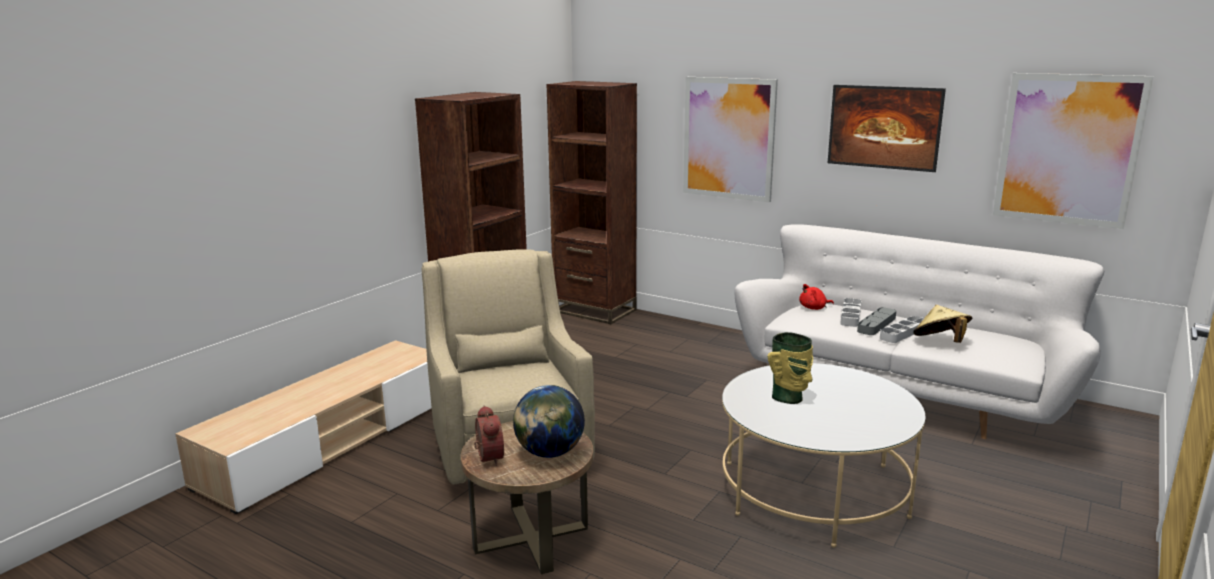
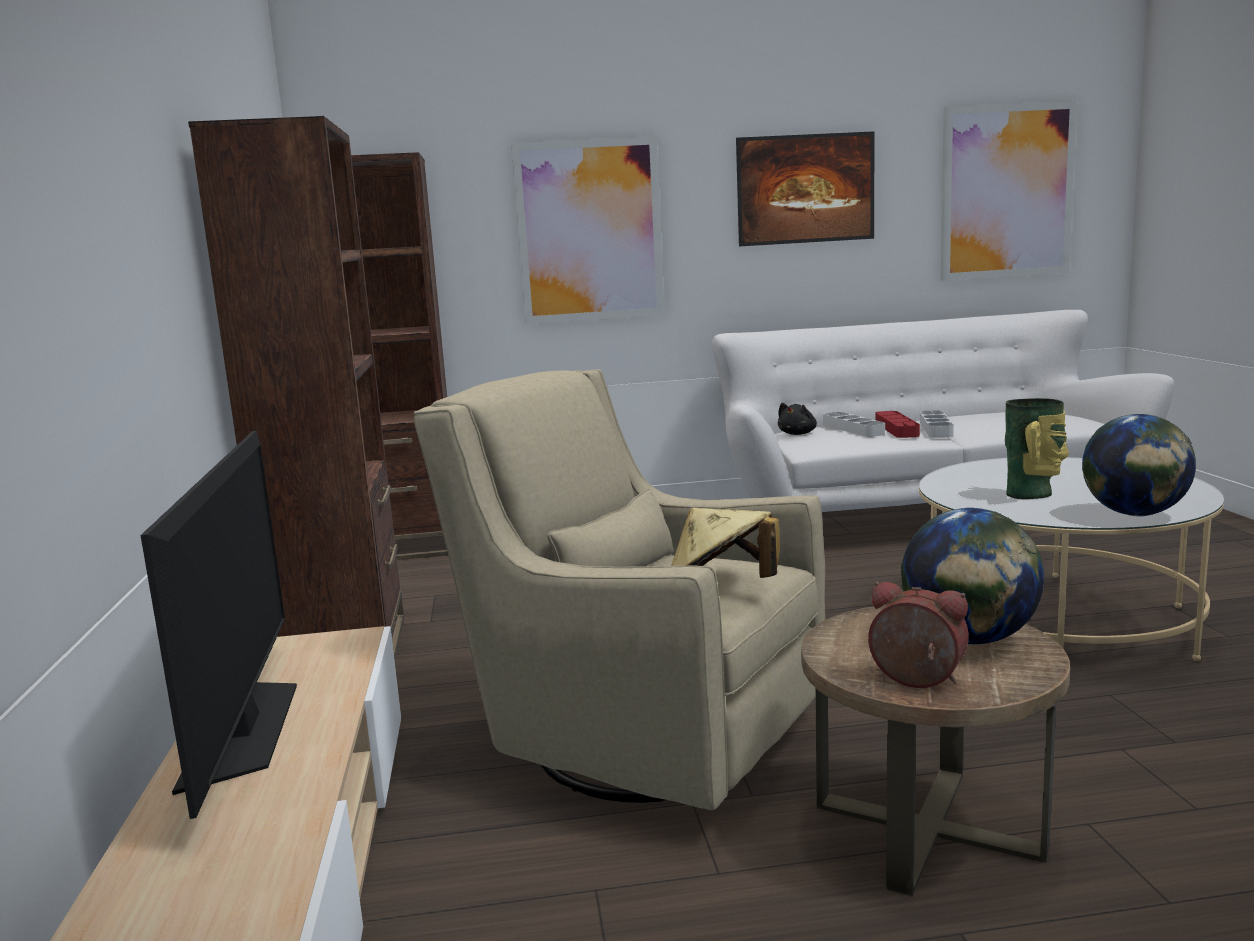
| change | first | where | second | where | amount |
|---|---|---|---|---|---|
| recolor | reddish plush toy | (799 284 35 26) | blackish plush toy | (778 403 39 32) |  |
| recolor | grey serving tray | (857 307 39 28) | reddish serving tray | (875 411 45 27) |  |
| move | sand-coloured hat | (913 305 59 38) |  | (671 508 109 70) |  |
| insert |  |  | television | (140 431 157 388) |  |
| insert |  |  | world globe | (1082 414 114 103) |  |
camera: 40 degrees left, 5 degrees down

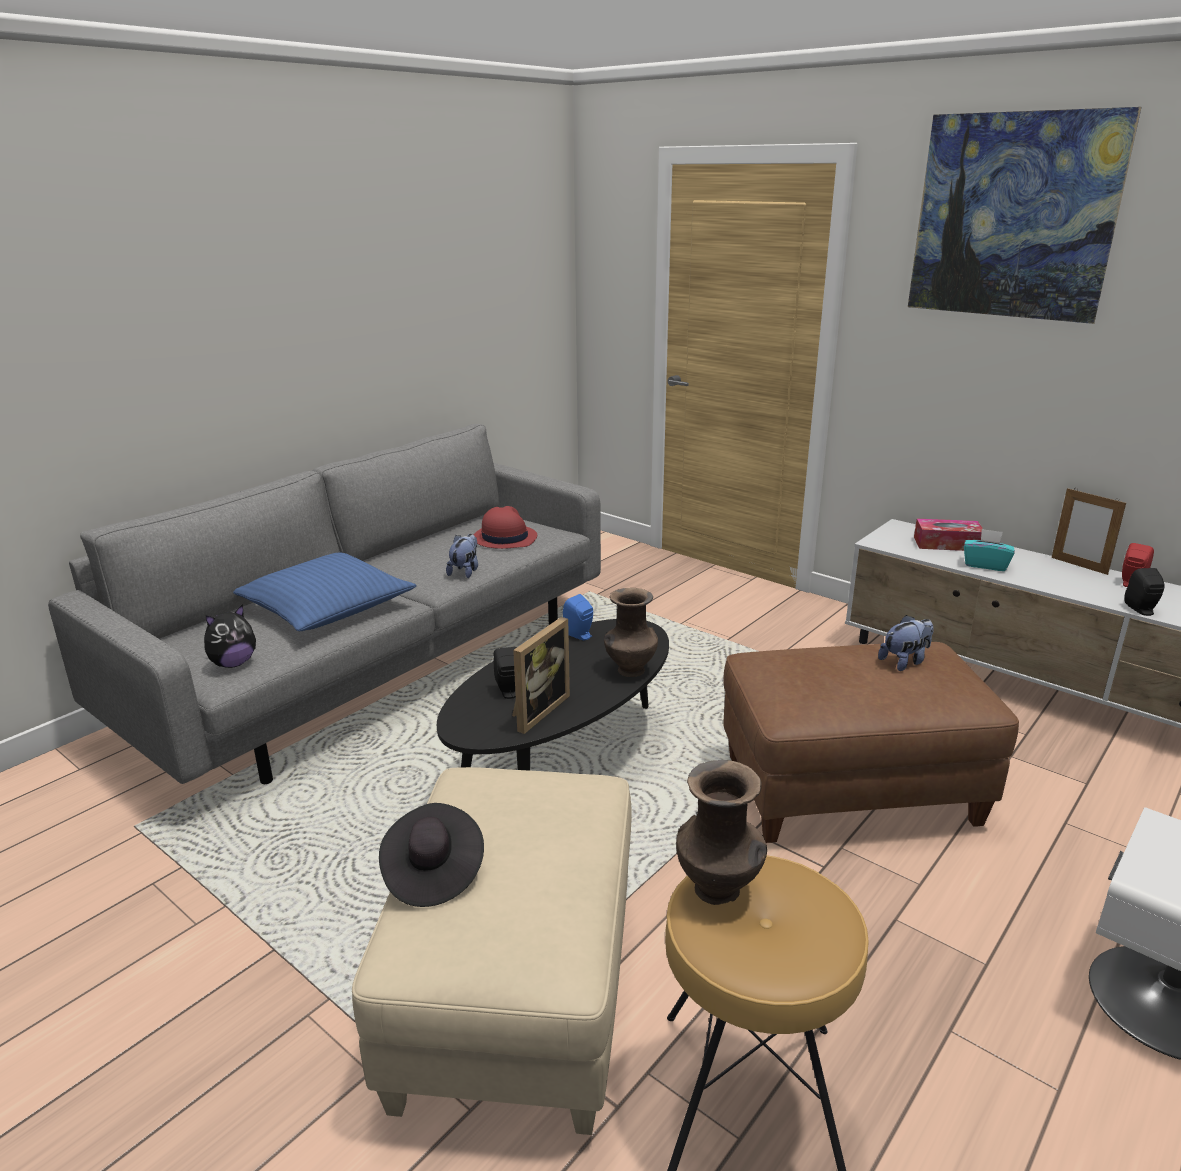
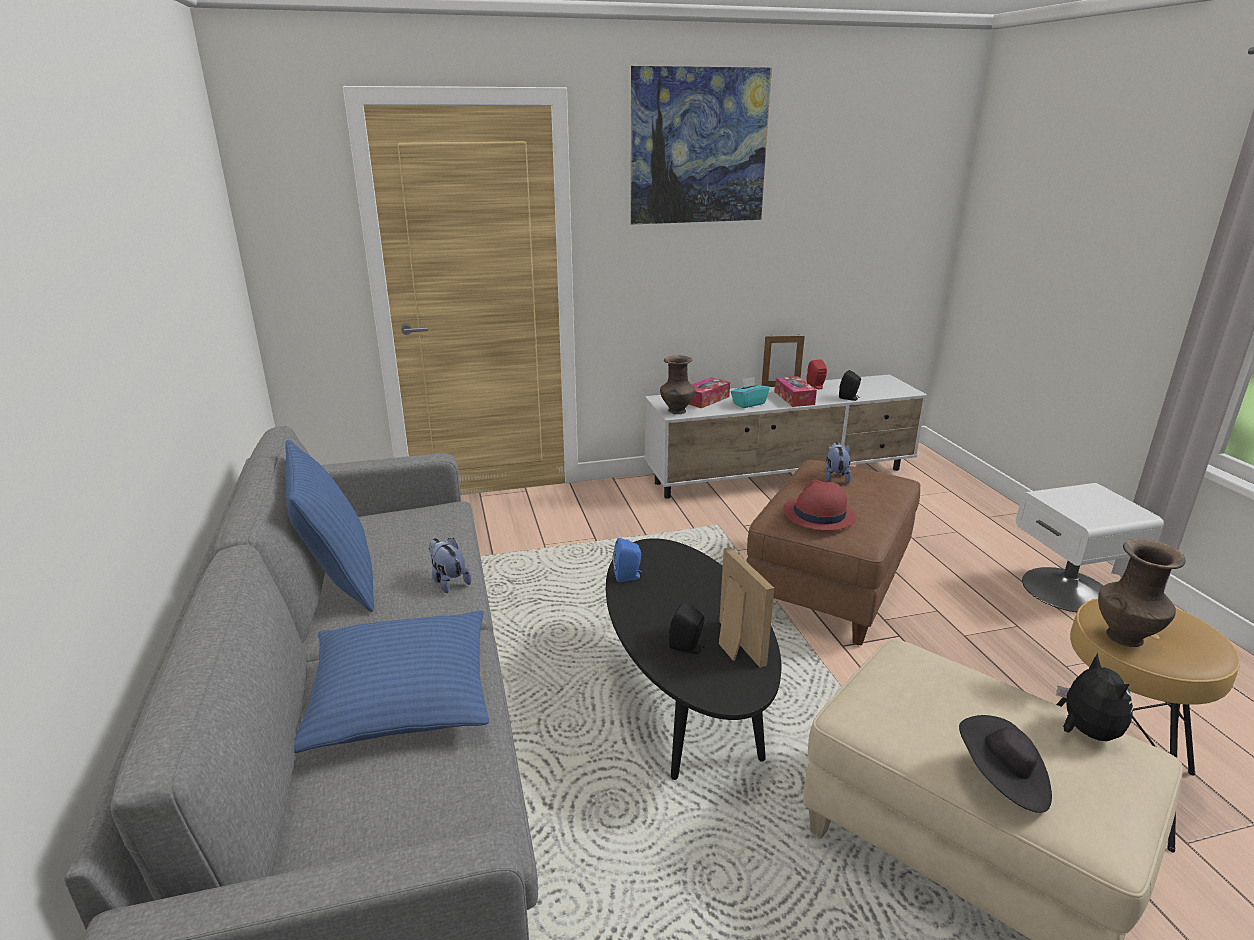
| change | first | where | second | where | amount |
|---|---|---|---|---|---|
| move | plush toy | (204 604 52 64) |  | (1056 653 77 88) |  |
| move | reddish hat | (474 506 63 43) |  | (783 480 73 50) |  |
| move | brown-coloured flower vase | (604 588 54 89) |  | (660 356 36 58) |  |
| insert |  |  | bluish pillow | (285 440 89 172) |  |
| insert |  |  | box of tissues | (774 376 43 31) |  |
camera: 55 degrees left, 0 degrees up

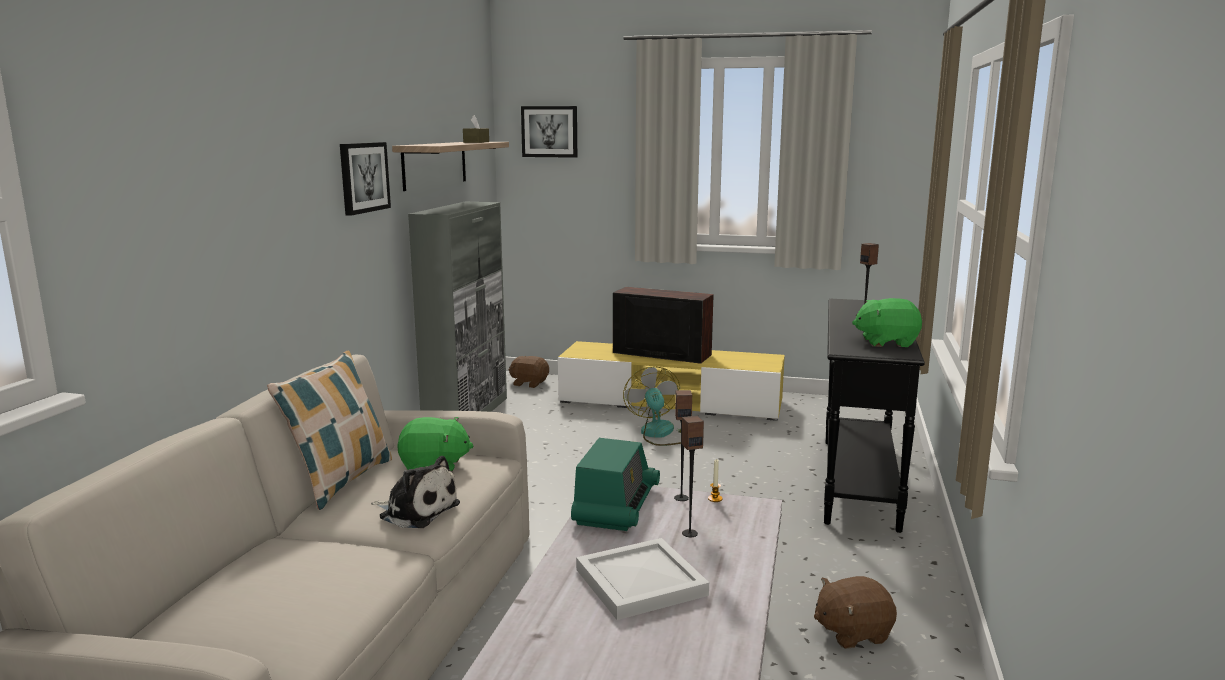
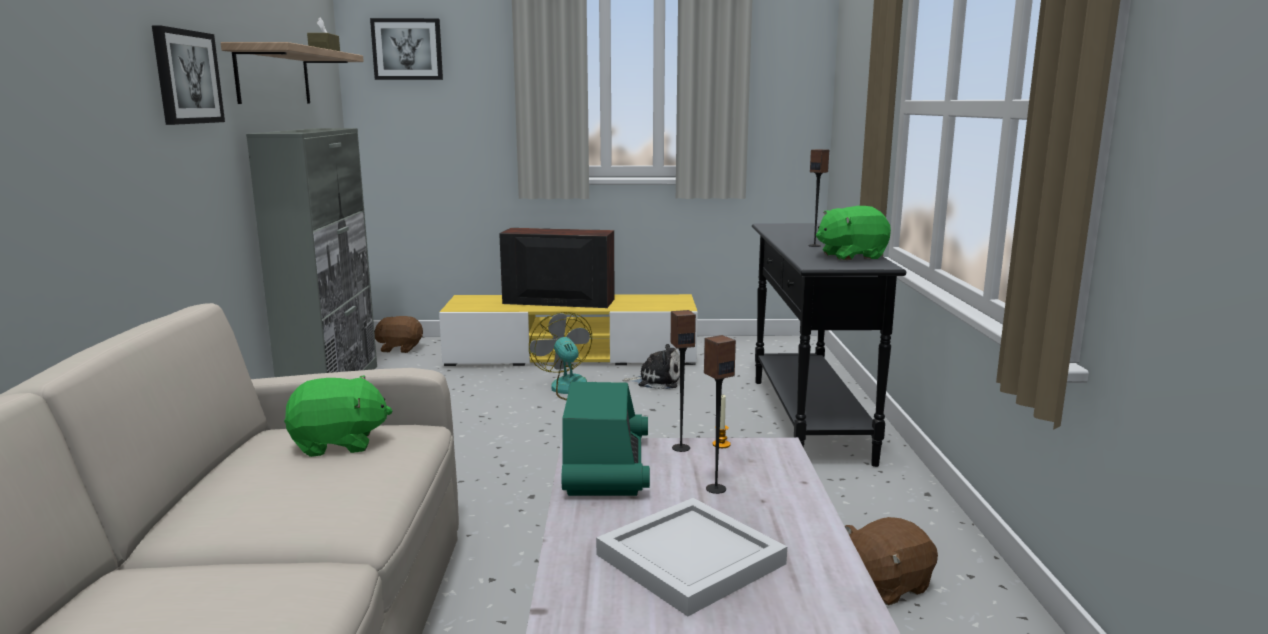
| change | first | where | second | where | amount |
|---|---|---|---|---|---|
| delete | pillow | (267 351 125 159) |  |  |  |
| move | plush toy | (371 456 89 72) |  | (622 344 58 45) |  |
camera: 15 degrees left, 0 degrees up

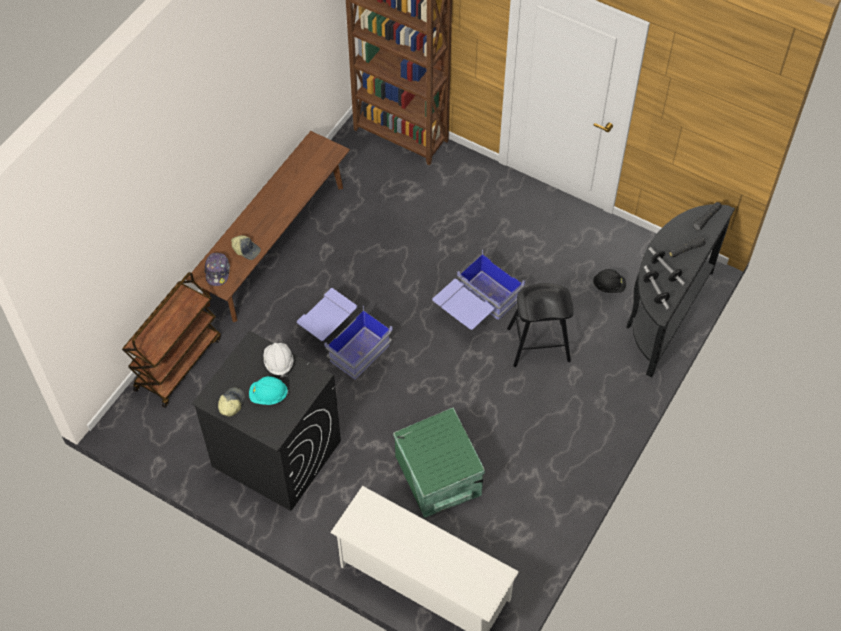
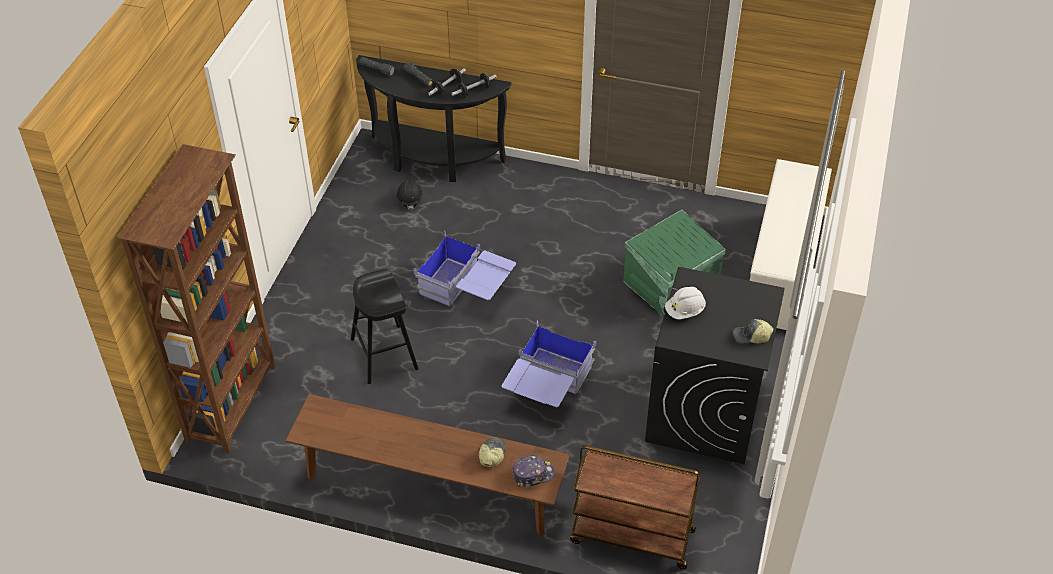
| change | first | where | second | where | amount |
|---|---|---|---|---|---|
| delete | turquoise hard hat | (249 376 39 29) |  |  |  |
| move | blackish sitting stool | (507 283 67 84) |  | (351 269 68 115) |  |
camera: 105 degrees left, 10 degrees down

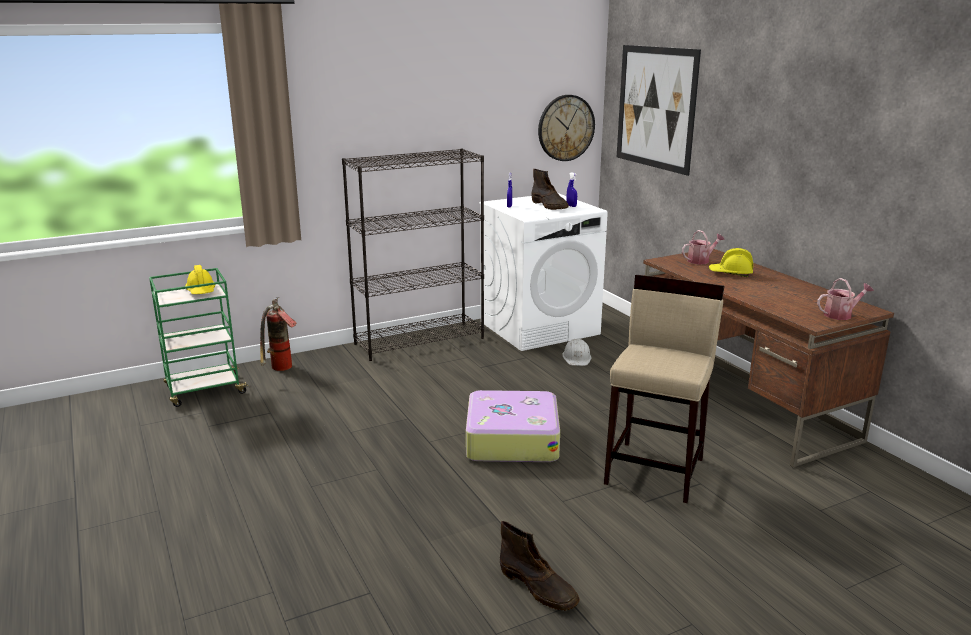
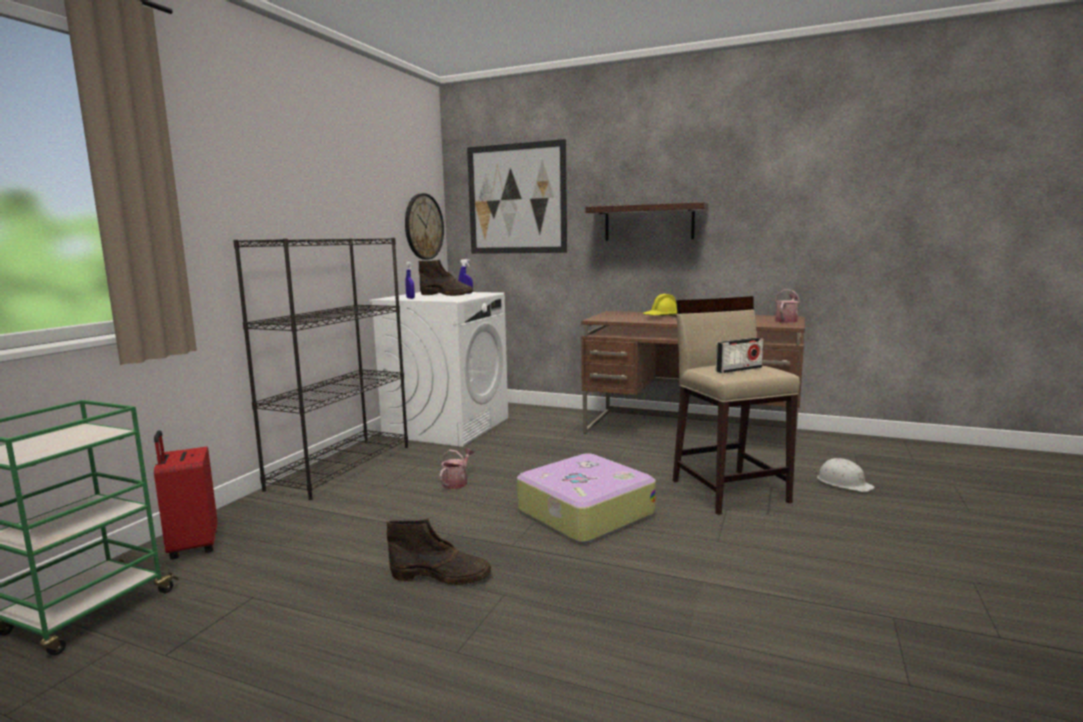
| change | first | where | second | where | amount |
|---|---|---|---|---|---|
| delete | yellowish hard hat | (185 265 30 29) |  |  |  |
| replace | fire-fighting cylinder | (260 297 37 74) | reddish travel case | (154 430 63 129) |  |
| move | brown-coloured high-top boot | (500 521 80 90) |  | (387 518 104 67) |  |
| move | white hard hat | (562 339 29 27) |  | (815 458 60 34) |  |
| move | sprinkling can | (682 230 43 34) |  | (439 448 35 41) |  |
| insert |  |  | shelf | (585 202 123 39) |  |
| insert |  |  | radio set | (716 337 48 36) |  |
camera: 40 degrees left, 10 degrees down

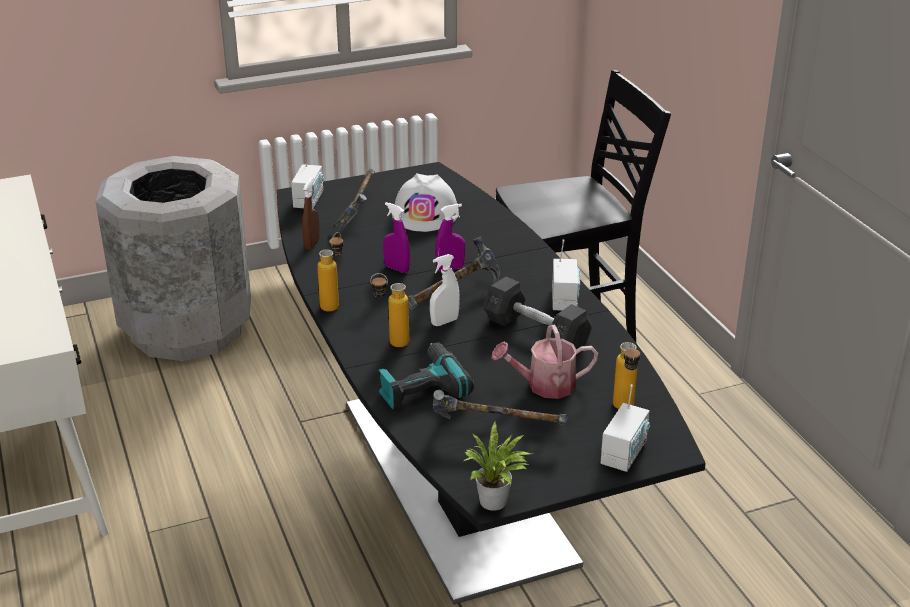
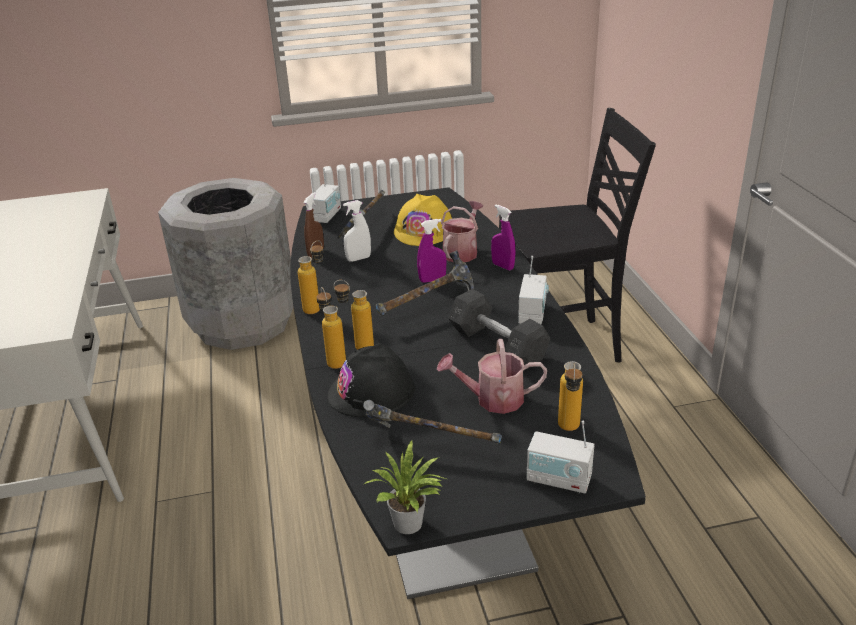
| change | first | where | second | where | amount |
|---|---|---|---|---|---|
| replace | drill | (378 342 96 67) | blackish hard hat | (327 343 88 74) |  |
| move | purplish spray bottle | (383 202 27 71) |  | (491 204 24 66) |  |
| recolor | white hard hat | (392 173 67 59) | yellowish hard hat | (394 194 58 52) |  |
| move | white spray bottle | (430 254 30 72) |  | (343 200 28 62) |  |
| rotate | radio set | (601 384 49 88) |  | (526 421 69 72) | 75 degrees clockwise |
| insert |  |  | bottle | (316 287 30 82) |  |
| insert |  |  | sprinkling can | (441 201 43 61) |  |
camera: 10 degrees right, 0 degrees up

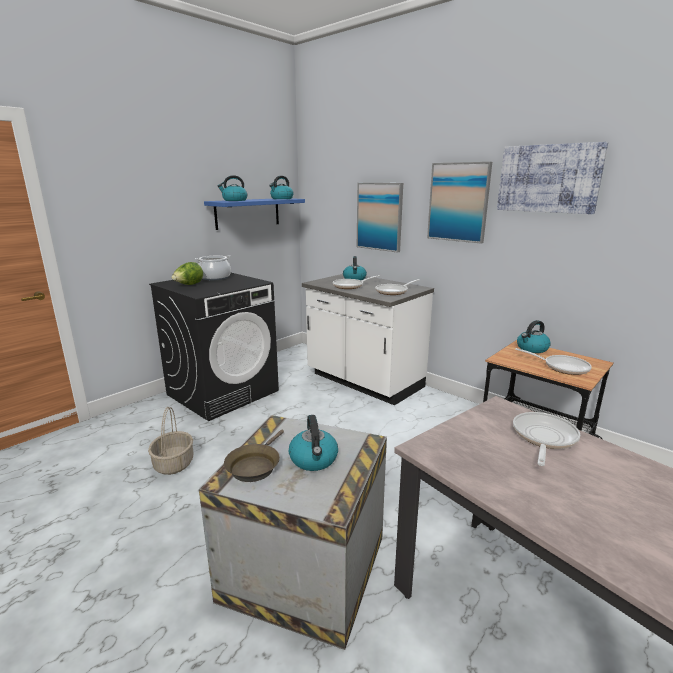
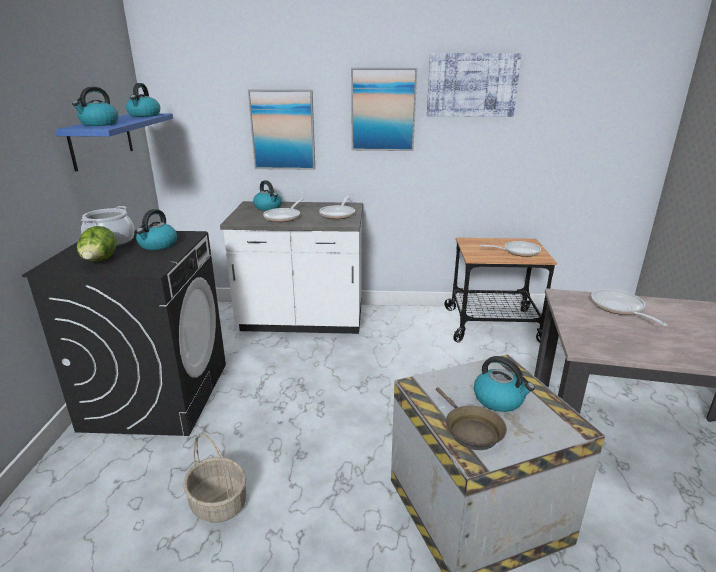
| change | first | where | second | where | amount |
|---|---|---|---|---|---|
| move | water kettle | (517 320 34 33) |  | (136 209 41 41) |  |
camera: 40 degrees left, 5 degrees up

